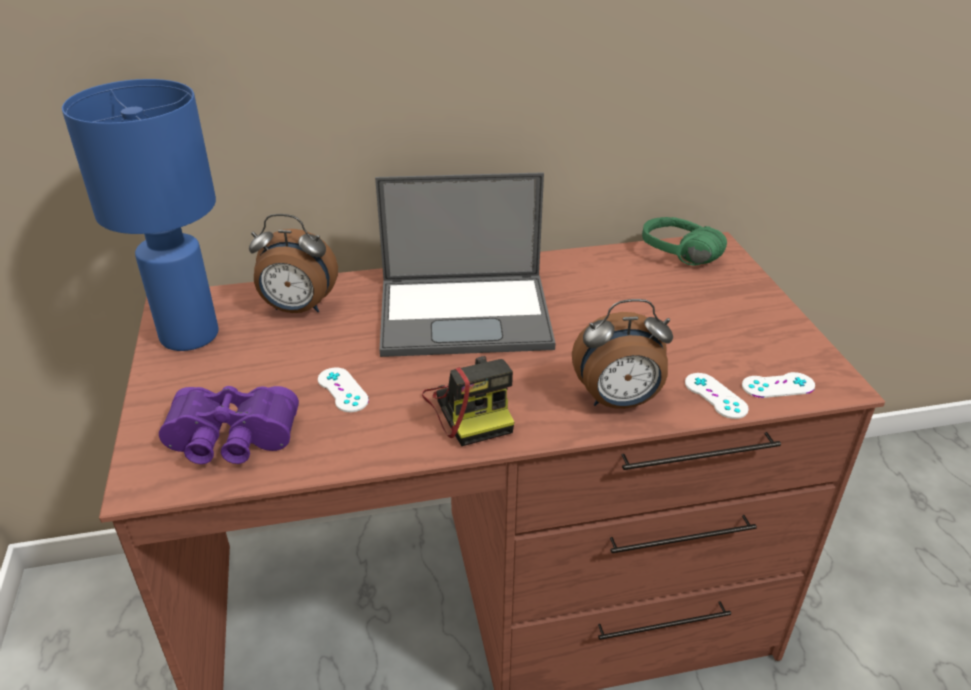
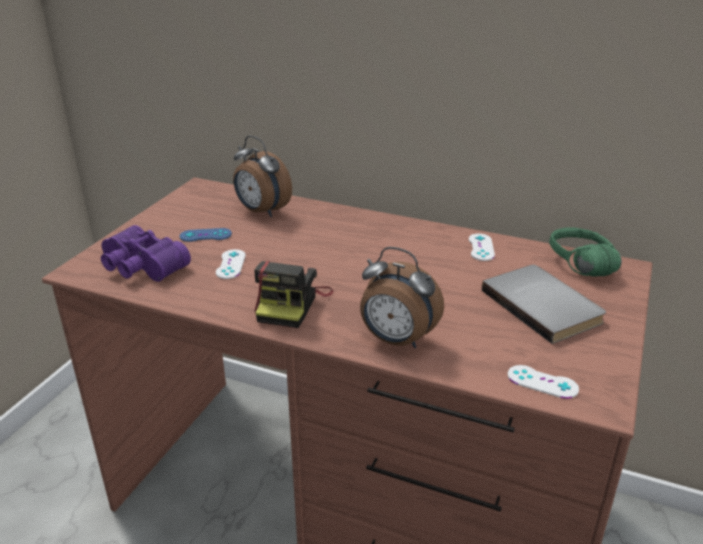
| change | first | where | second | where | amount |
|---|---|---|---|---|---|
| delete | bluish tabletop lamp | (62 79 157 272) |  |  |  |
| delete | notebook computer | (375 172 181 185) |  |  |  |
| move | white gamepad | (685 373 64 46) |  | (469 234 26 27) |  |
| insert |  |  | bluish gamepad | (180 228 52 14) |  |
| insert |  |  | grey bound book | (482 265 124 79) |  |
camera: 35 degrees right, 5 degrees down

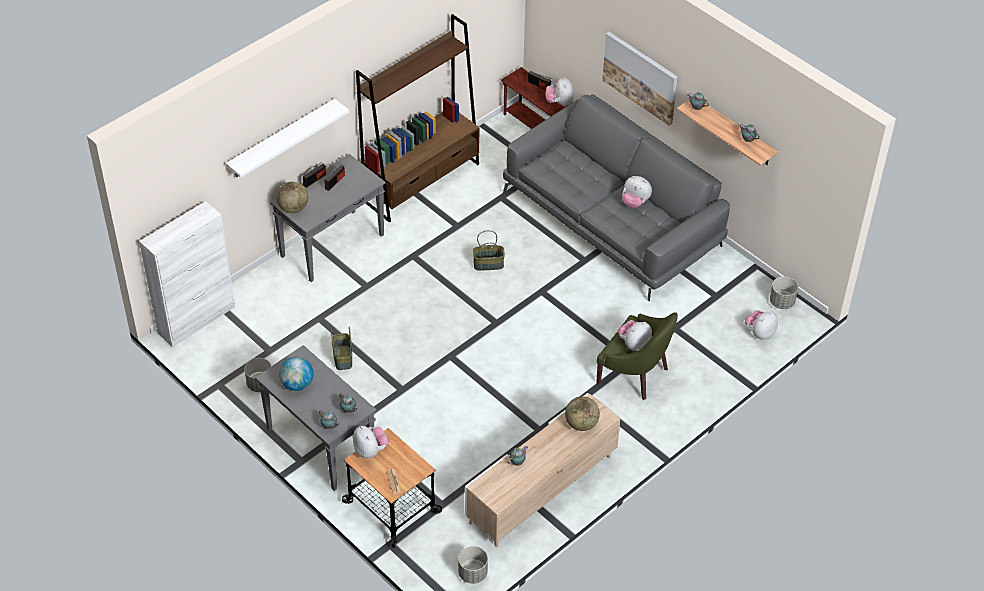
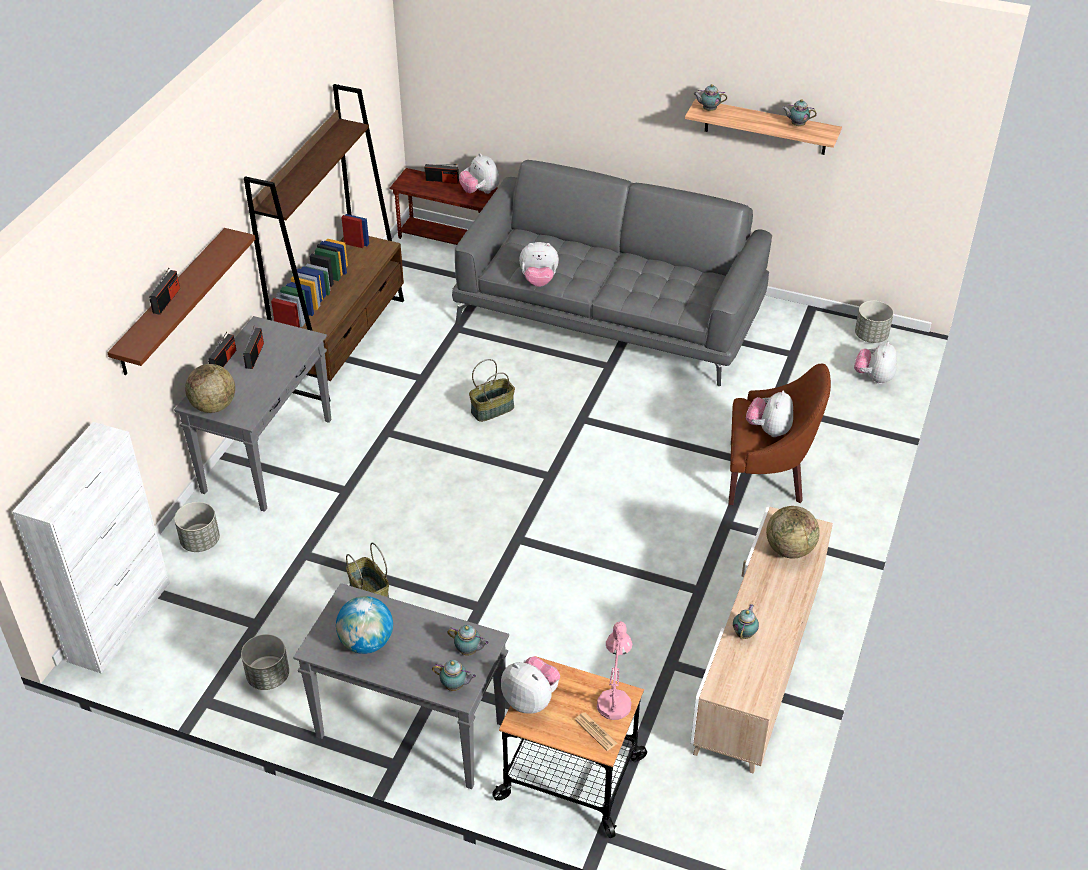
| change | first | where | second | where | amount |
|---|---|---|---|---|---|
| recolor | white shelf | (226 99 123 79) | brown-coloured shelf | (107 228 148 147) |  |
| move | grey planter | (458 546 30 38) |  | (174 502 46 50) |  |
| recolor | greenish lounge chair | (596 312 82 88) | brown-coloured lounge chair | (728 364 103 141) |  |
| delete | picture | (602 31 76 94) |  |  |  |
| move | plush toy | (622 176 30 32) |  | (519 242 40 45) |  |
| insert |  |  | radio set | (149 268 31 47) |  |
| insert |  |  | pink-coloured tabletop lamp | (597 621 35 99) |  |
camera: 25 degrees left, 5 degrees down

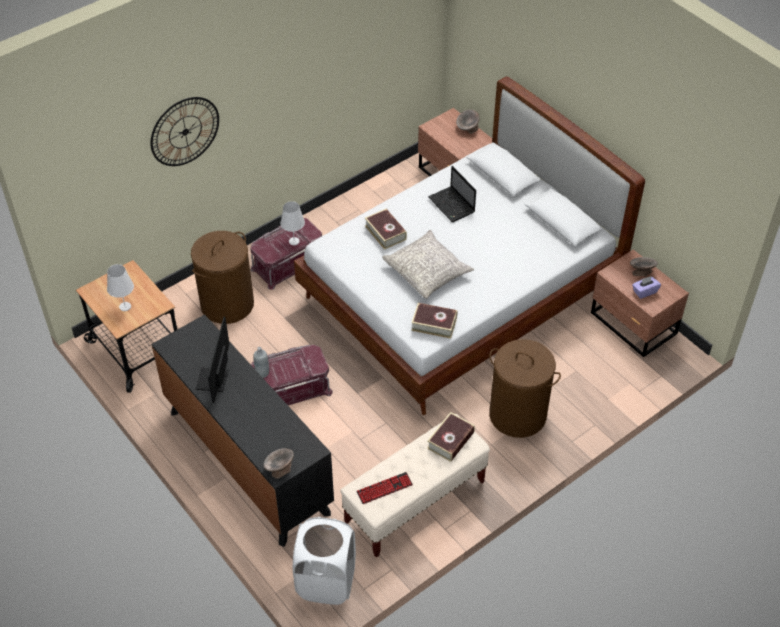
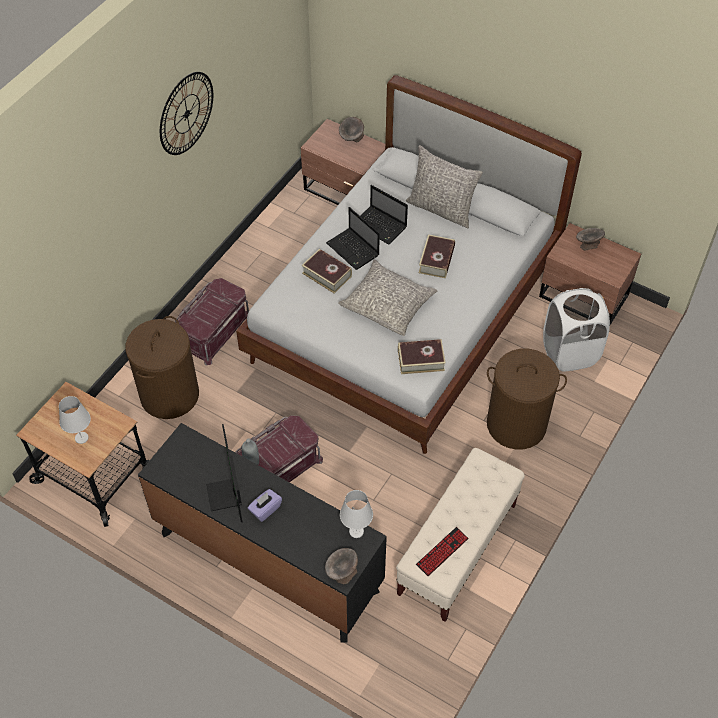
| change | first | where | second | where | amount |
|---|---|---|---|---|---|
| move | wall clock | (150 97 69 69) |  | (160 72 53 83) |  |
| move | white tabletop lamp | (280 201 25 44) |  | (340 490 33 48) |  |
| move | white hamper | (293 517 63 88) |  | (543 288 67 83) |  |
| move | bound book | (427 412 48 50) |  | (419 234 36 44) |  |
| move | purplish box of tissues | (632 276 29 23) |  | (248 489 34 33) |  |
| insert |  |  | notebook computer | (326 207 54 63) |  |
| insert |  |  | grey pillow | (406 145 77 83) |  |
camera: 20 degrees left, 5 degrees up

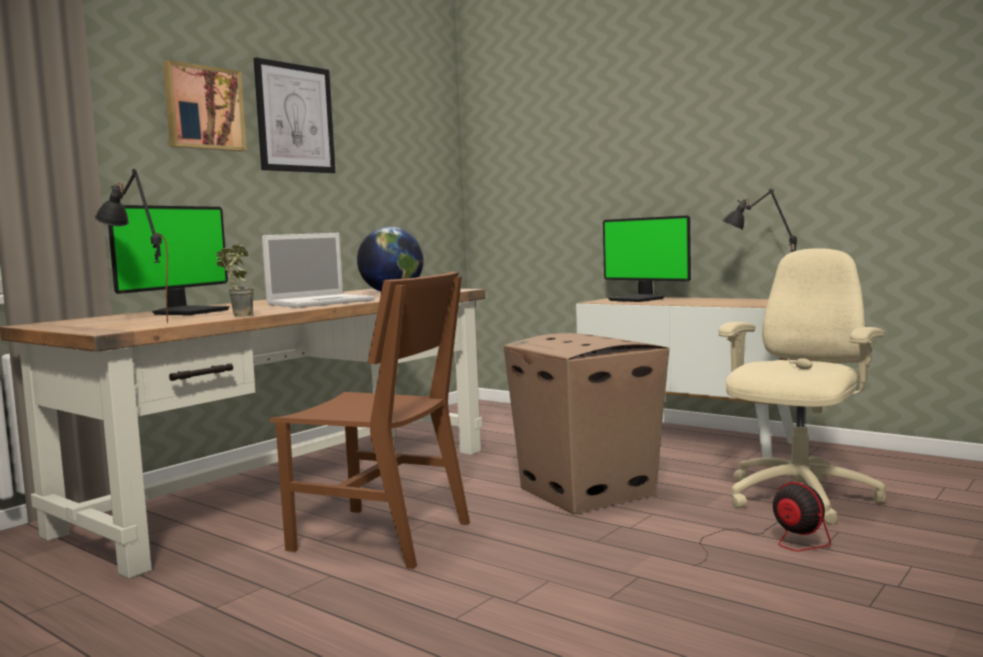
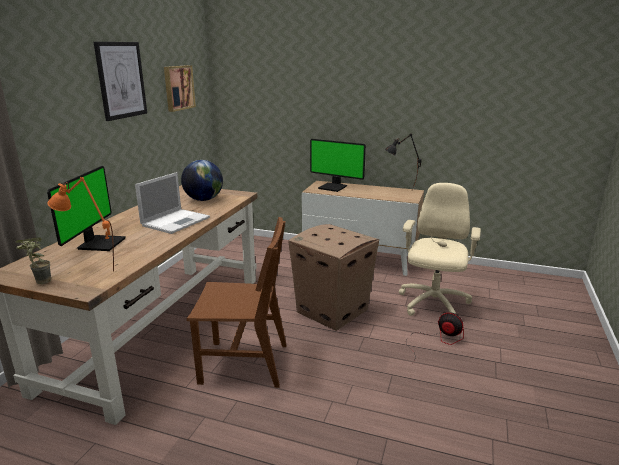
| change | first | where | second | where | amount |
|---|---|---|---|---|---|
| recolor | blackish tabletop lamp | (95 169 73 154) | orange-coloured tabletop lamp | (47 177 67 94) |  |
| move | picture | (163 60 84 92) |  | (164 65 32 47) |  |
| move | houseplant | (216 243 38 73) |  | (15 237 36 47) |  |
camera: 20 degrees left, 15 degrees up

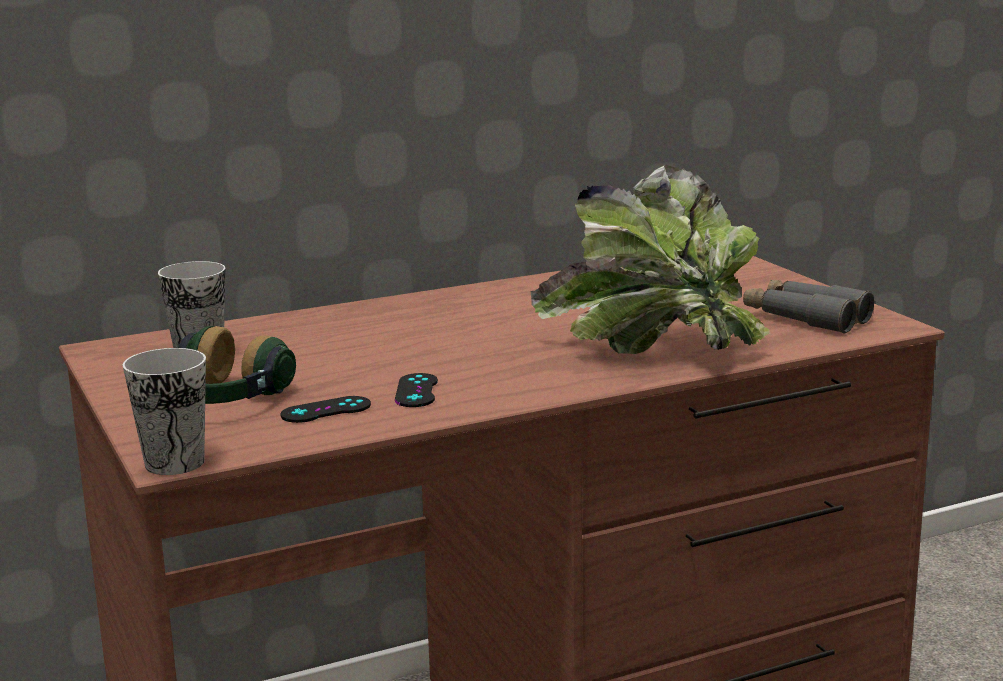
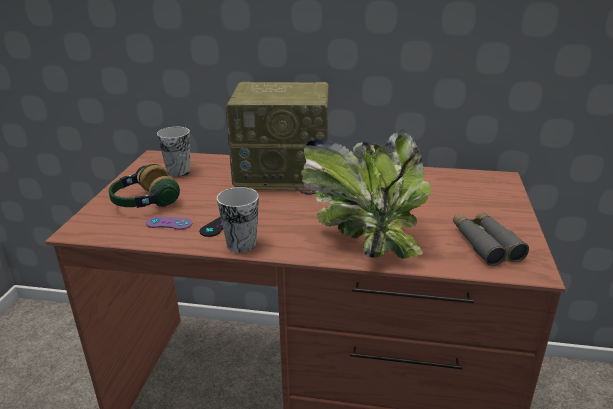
| change | first | where | second | where | amount |
|---|---|---|---|---|---|
| move | cup | (123 348 83 127) |  | (217 187 42 66) |  |
| recolor | blackish gamepad | (280 396 91 27) | purplish gamepad | (146 216 46 14) |  |
| insert |  |  | radio set | (225 82 104 113) |  |
camera: 35 degrees right, 10 degrees up

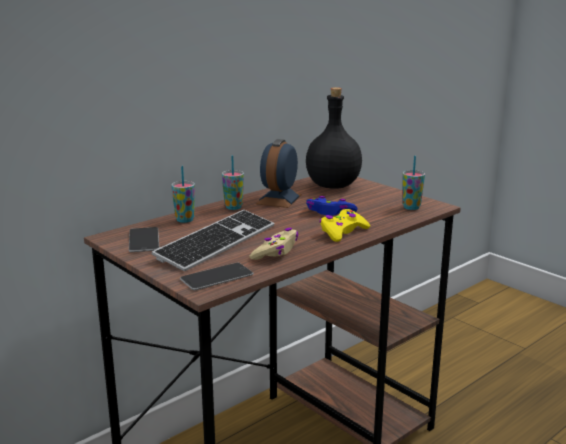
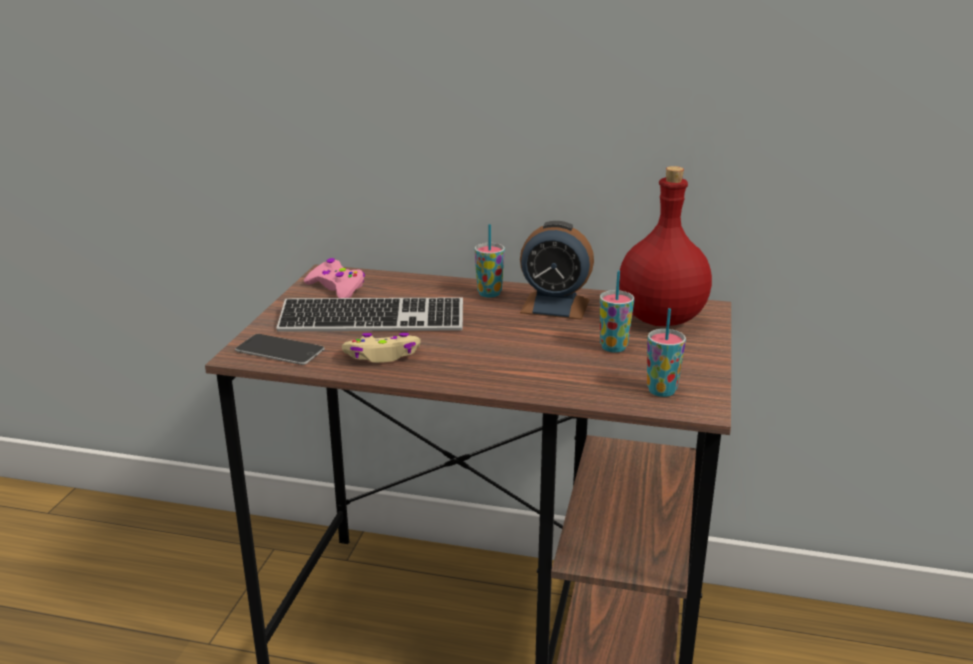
| change | first | where | second | where | amount |
|---|---|---|---|---|---|
| replace | handset | (129 227 30 25) | pink-coloured gamepad | (304 258 61 40) |  |
| move | cup | (171 166 24 57) |  | (600 271 34 82) |  |
| rotate | alarm clock | (256 139 46 69) |  | (520 221 74 99) | 150 degrees counterclockwise |
| recolor | blackish bottle | (306 87 56 102) | reddish bottle | (619 166 93 160) |  |
| delete | bluish gamepad | (306 196 52 20) |  |  |  |
| delete | yellowish gamepad | (320 209 50 33) |  |  |  |
camera: 55 degrees right, 5 degrees up

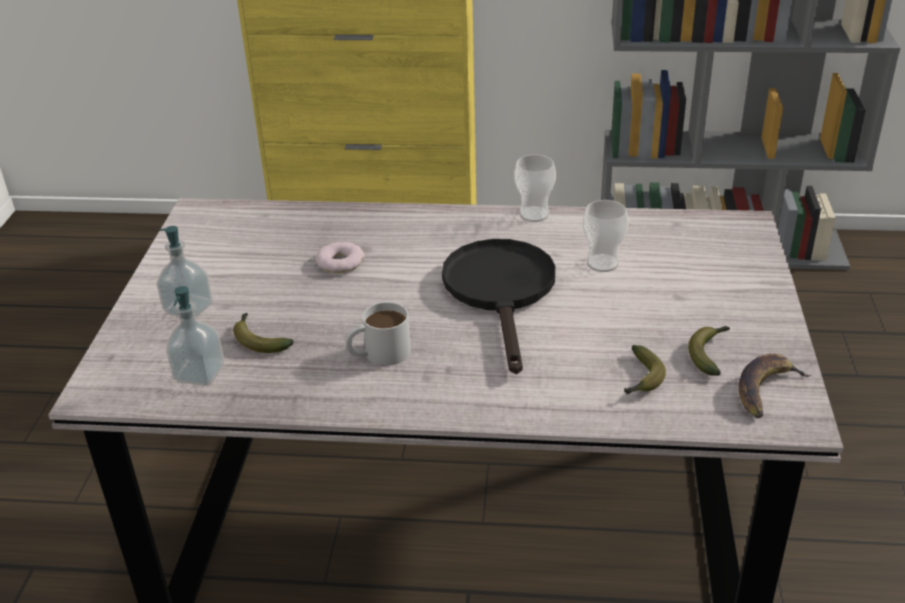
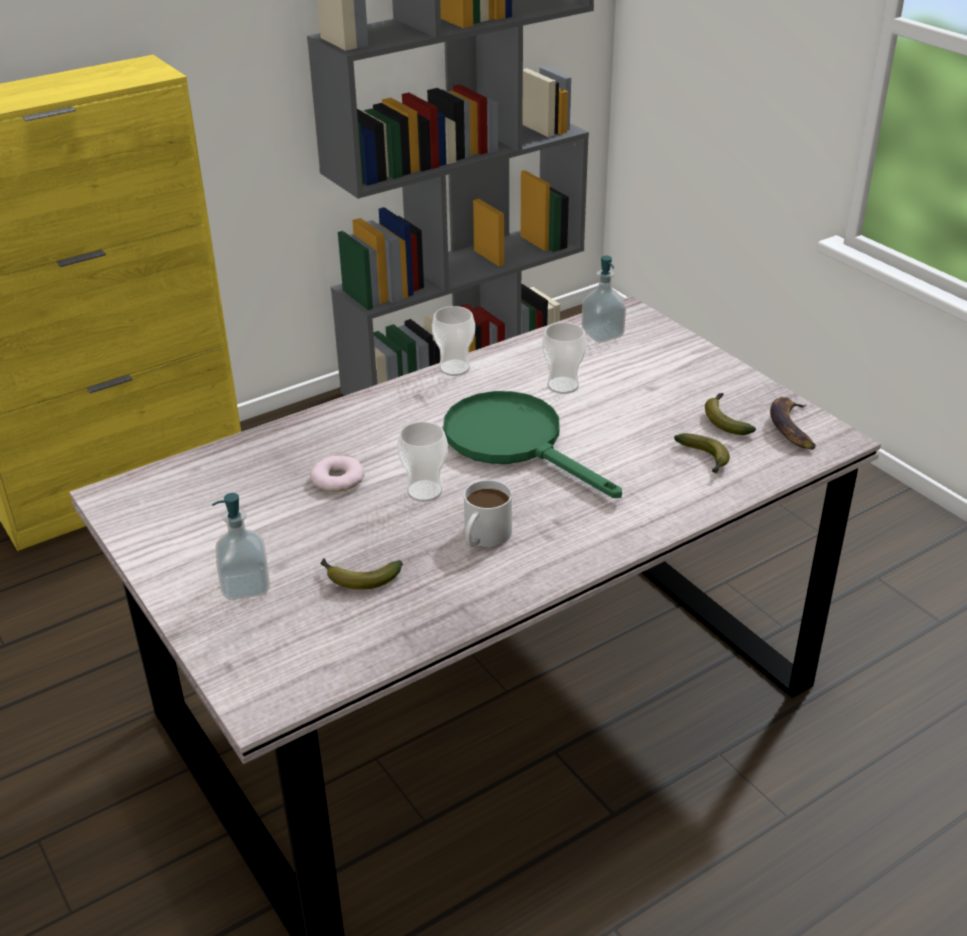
| change | first | where | second | where | amount |
|---|---|---|---|---|---|
| move | soap dispenser | (166 286 58 100) |  | (582 256 44 86) |  |
| recolor | blackish skillet | (442 239 113 135) | greenish skillet | (443 391 179 107) |  |
| insert |  |  | cup | (397 422 51 80) |  |
camera: 40 degrees left, 0 degrees up

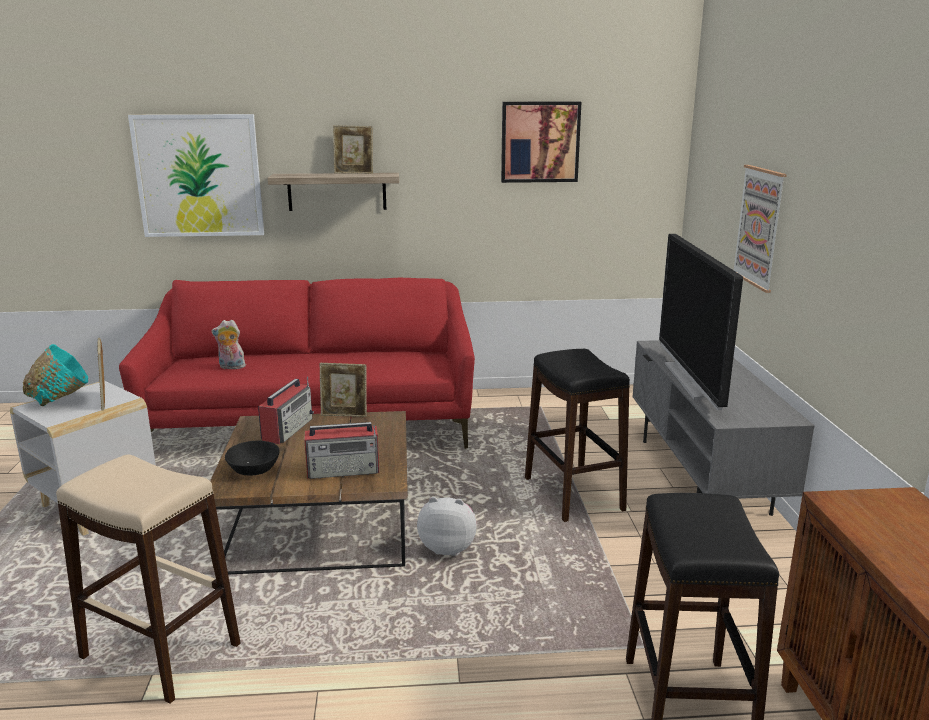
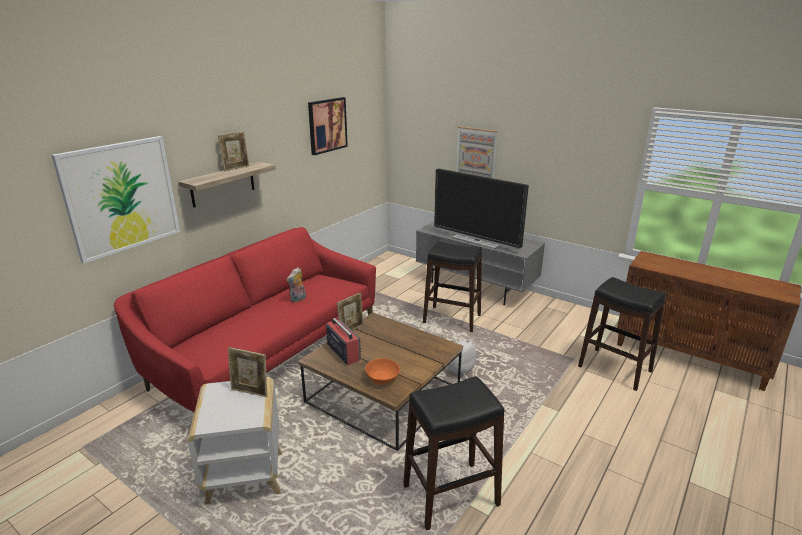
| change | first | where | second | where | amount |
|---|---|---|---|---|---|
| delete | turquoise serving bowl | (23 344 65 62) |  |  |  |
| recolor | sand-coloured sitting stool | (56 455 185 249) | blackish sitting stool | (403 376 101 155) |  |
| move | plush toy | (211 320 35 49) |  | (287 267 19 36) |  |
| recolor | blackish serving bowl | (225 441 55 35) | orange-coloured serving bowl | (365 358 35 27) |  |
| delete | radio set | (304 422 75 57) |  |  |  |
camera: 50 degrees left, 5 degrees up

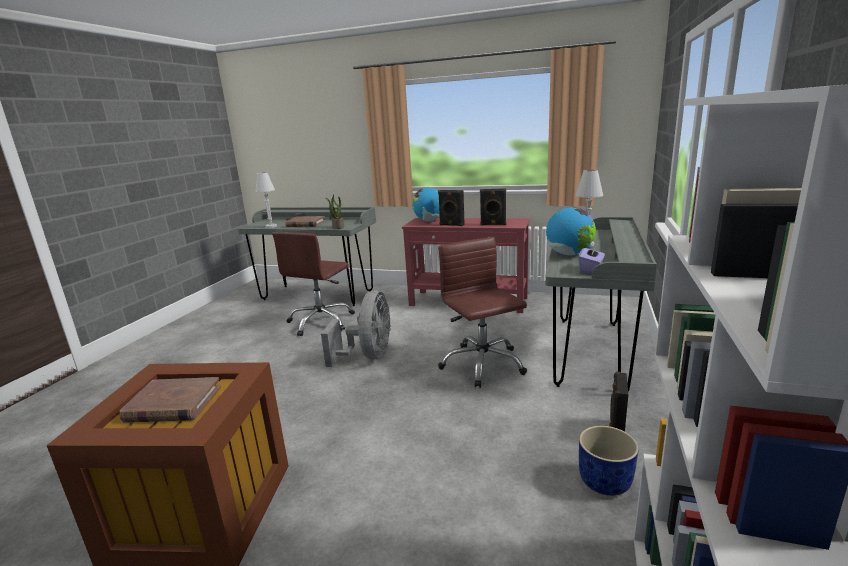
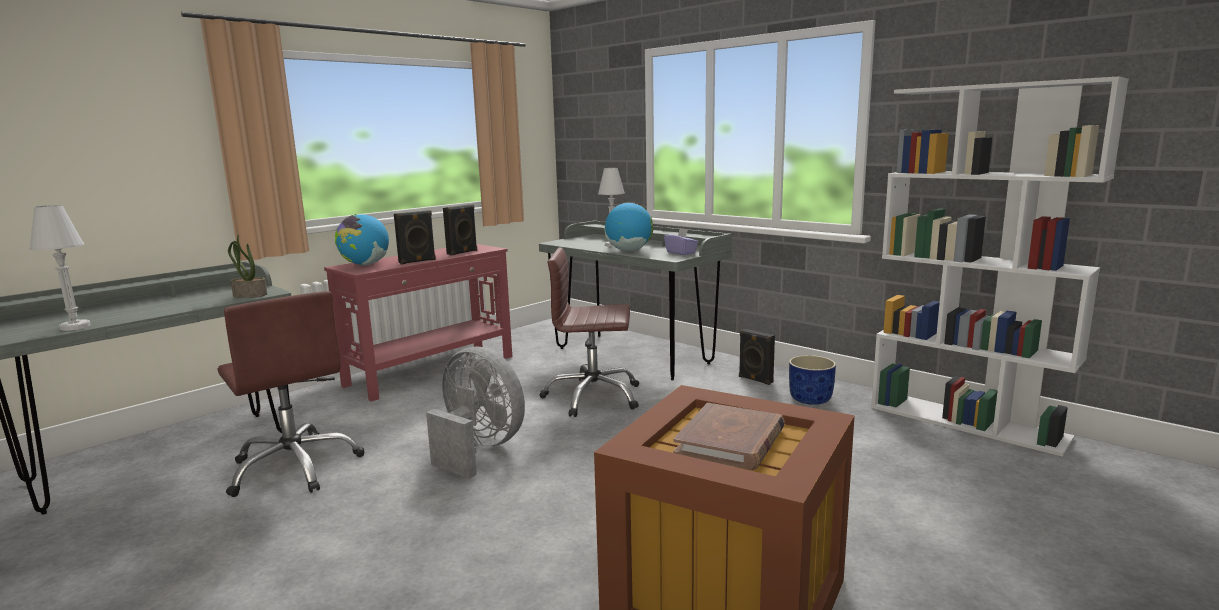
| change | first | where | second | where | amount |
|---|---|---|---|---|---|
| delete | brown-coloured bound book | (285 216 41 11) |  |  |  |
camera: 65 degrees left, 5 degrees down

